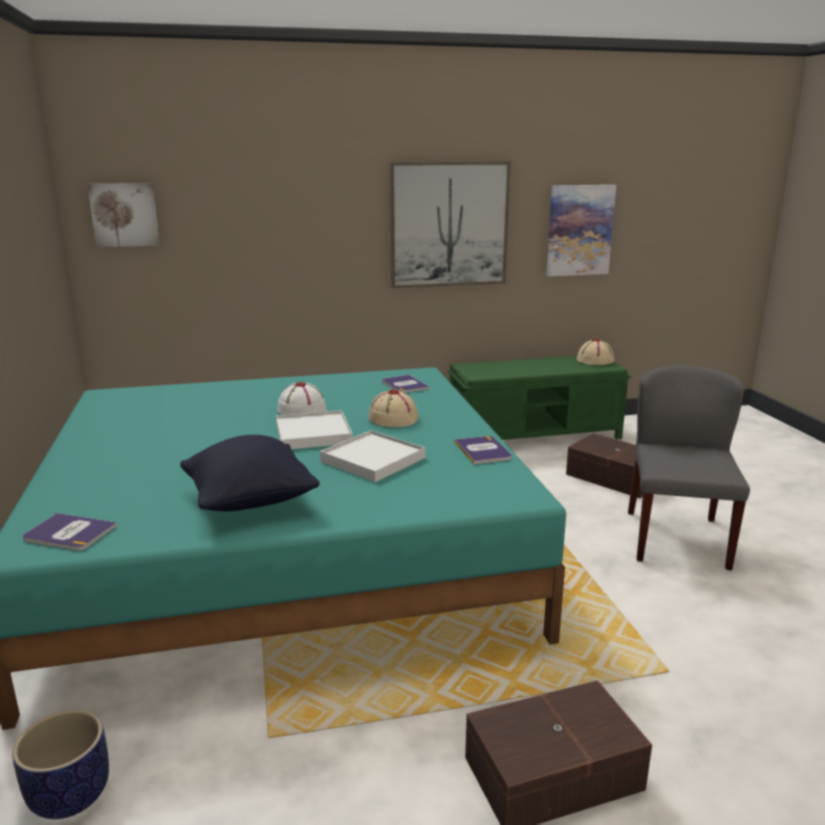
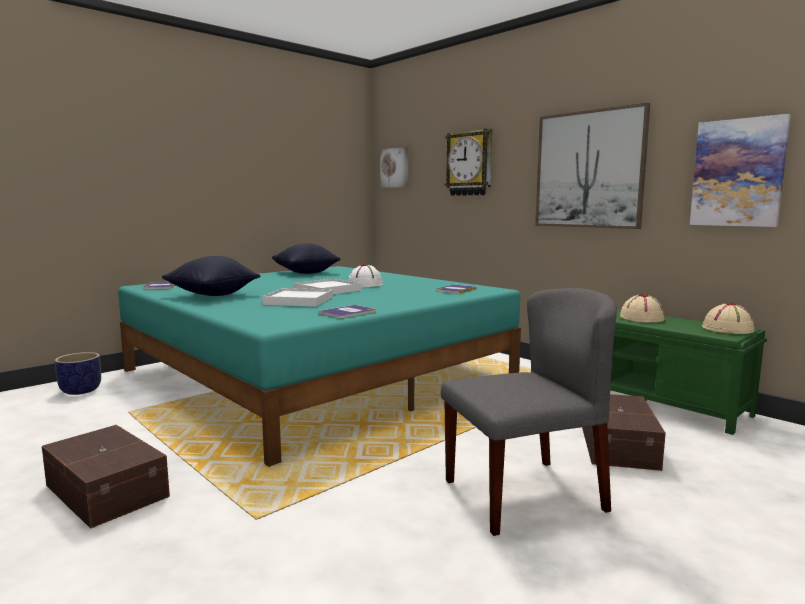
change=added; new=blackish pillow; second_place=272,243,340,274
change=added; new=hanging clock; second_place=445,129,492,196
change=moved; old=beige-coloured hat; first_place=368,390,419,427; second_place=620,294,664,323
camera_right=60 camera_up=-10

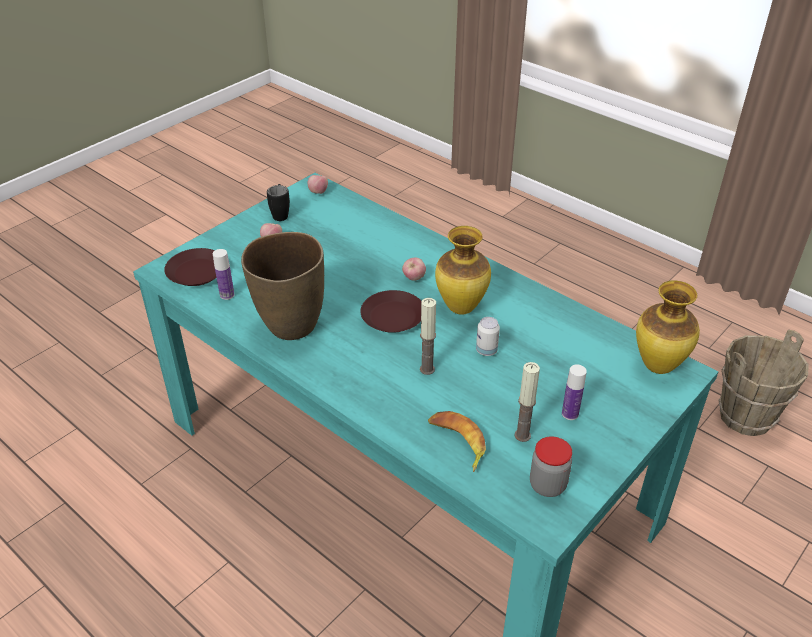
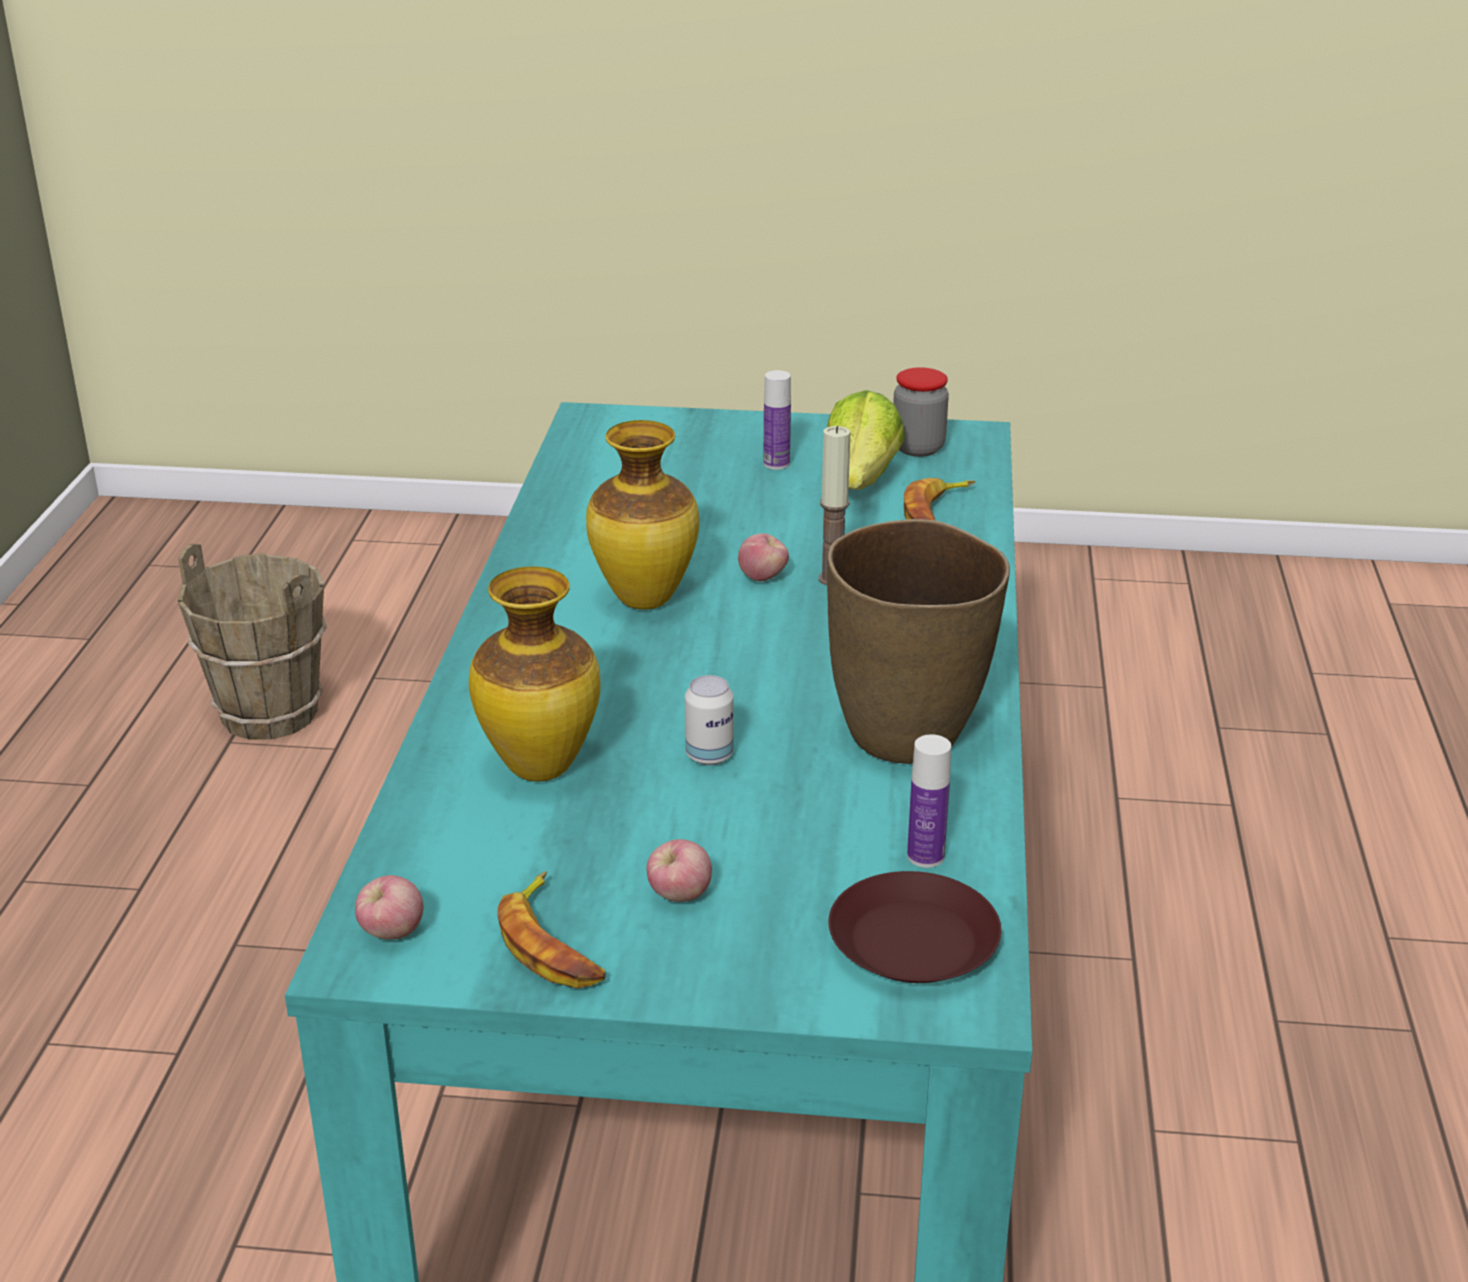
change=moved; old=vase; first_place=636,280,700,374; second_place=469,566,601,782
change=replaced; old=blackish mug; new=banana; first_place=267,184,290,221; second_place=497,871,606,988
change=moved; old=sealed can; first_place=476,317,500,356; second_place=685,675,734,765
change=moved; old=apple; first_place=402,258,426,281; second_place=738,533,789,581
change=replaced; old=candle; new=lettuce; first_place=514,362,540,442; second_place=827,390,905,490
change=removed; old=brown-coloured plate; first_place=360,290,422,333
camera_right=-125 camera_up=-10

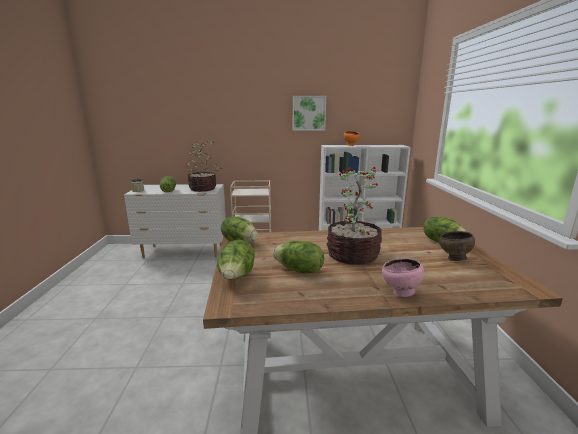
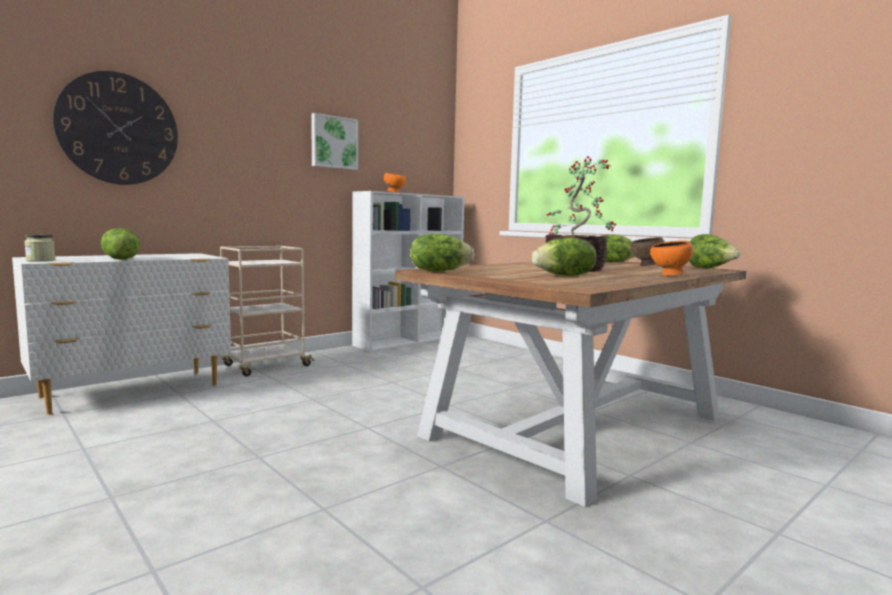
change=added; new=hanging clock; second_place=53,71,178,185
change=recoloured; old=pinkish serving bowl; new=orangey serving bowl; first_place=382,258,424,297; second_place=650,240,693,276
change=moved; old=lettuce; first_place=217,240,255,279; second_place=689,234,740,269
change=removed; old=houseplant; first_place=185,141,222,192
camera_right=-40 camera_up=-10

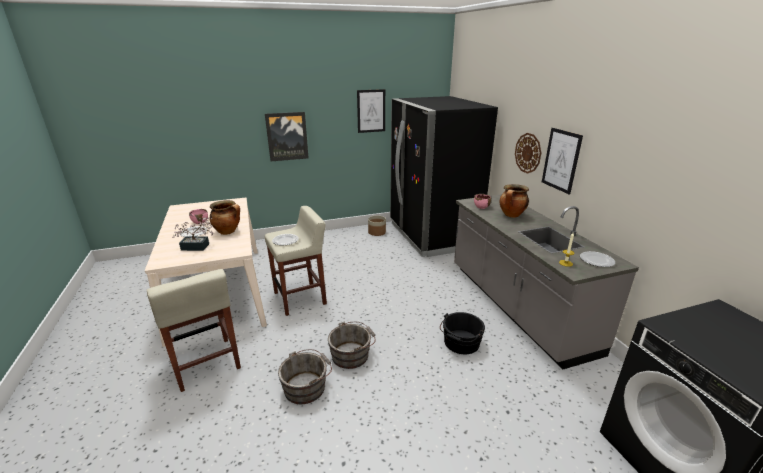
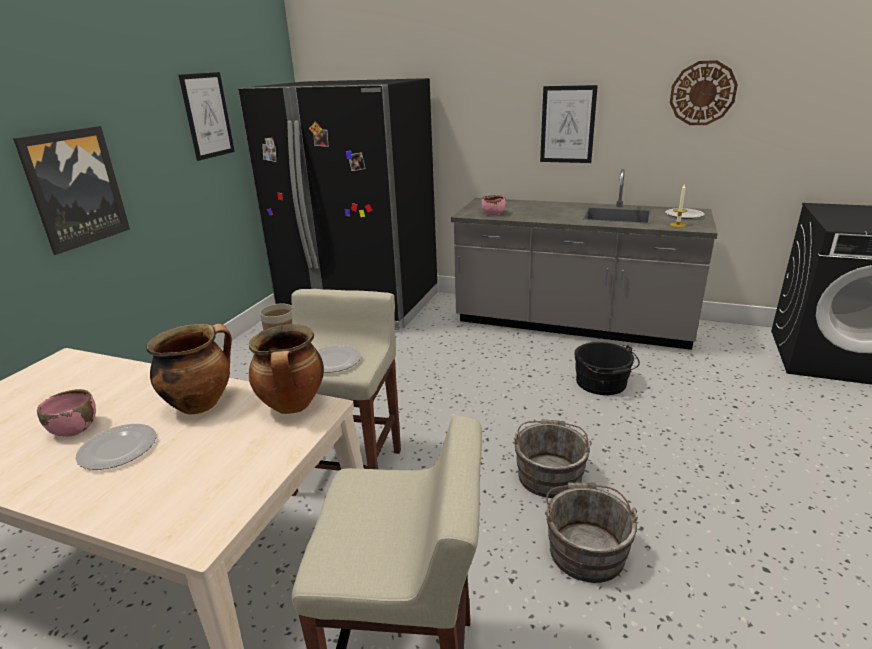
change=moved; old=cooking pot; first_place=499,184,529,218; second_place=249,324,324,414
change=moved; old=hanging clock; first_place=515,133,541,174; second_place=670,60,738,125
change=removed; old=houseplant; first_place=172,217,213,251
camera_right=-50 camera_up=0

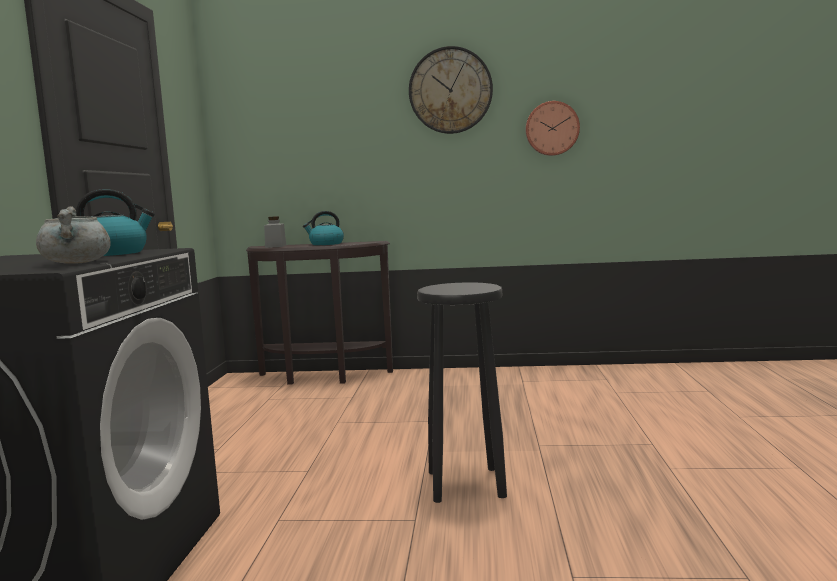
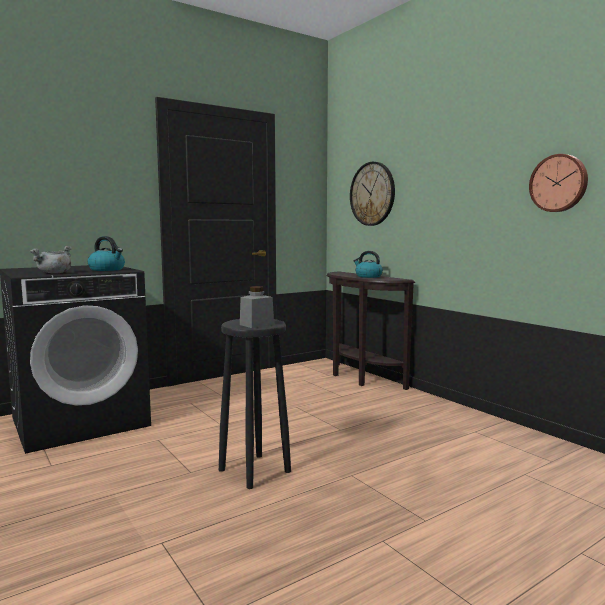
change=moved; old=grey storage jar; first_place=264,216,286,248; second_place=240,286,274,328
change=moved; old=hanging clock; first_place=409,46,493,134; second_place=350,162,395,226
camera_right=50 camera_up=0

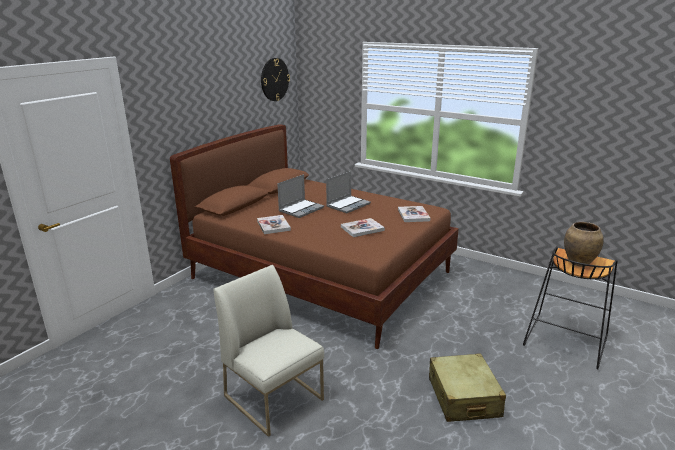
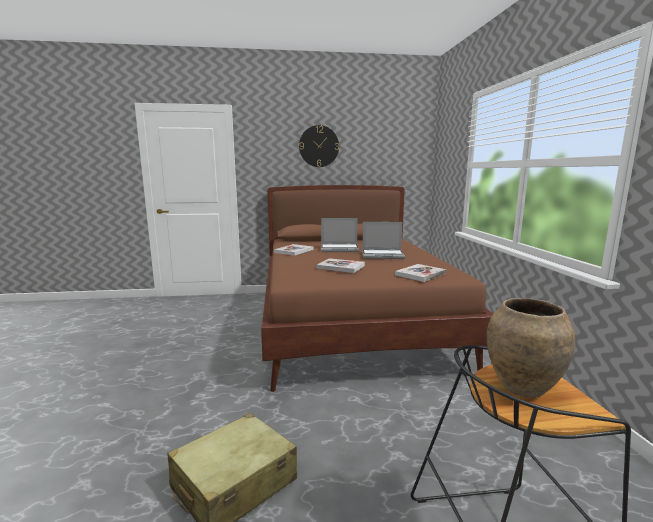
change=moved; old=hanging clock; first_place=261,58,290,101; second_place=299,125,339,167
change=removed; old=whitish plain chair; first_place=213,265,324,437
camera_right=50 camera_up=-10

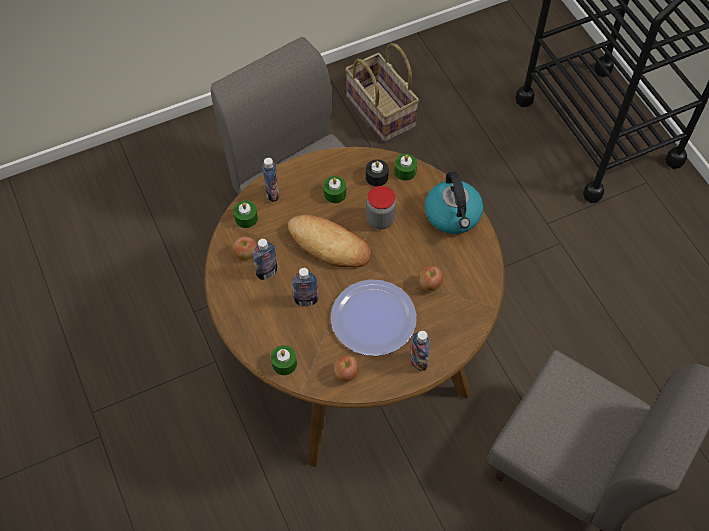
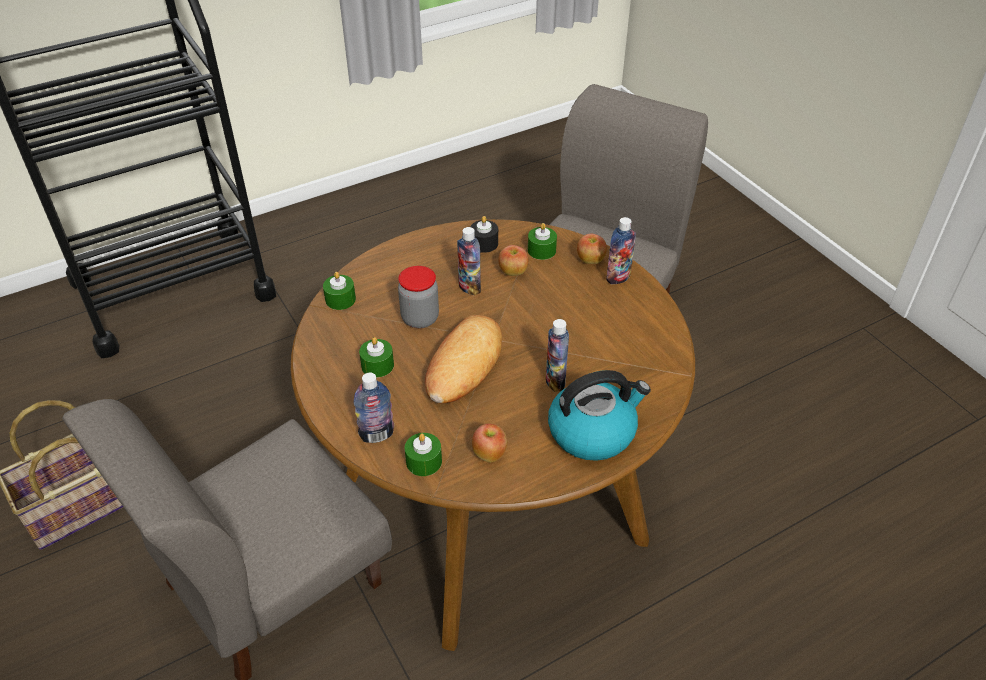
change=moved; old=beverage bottle; first_place=253,239,278,280; second_place=457,227,481,296
change=moved; old=blackish candle; first_place=366,159,388,186; second_place=470,216,498,253
change=moved; old=green-coloured candle; first_place=271,345,297,375; second_place=528,223,557,260
change=moved; old=tea kettle; first_place=425,171,483,234; second_place=548,370,651,461
change=moved; old=apple; first_place=335,355,359,382; second_place=577,234,607,264
change=removed; old=plate; first_place=331,280,417,356
camera_right=-95 camera_up=-15

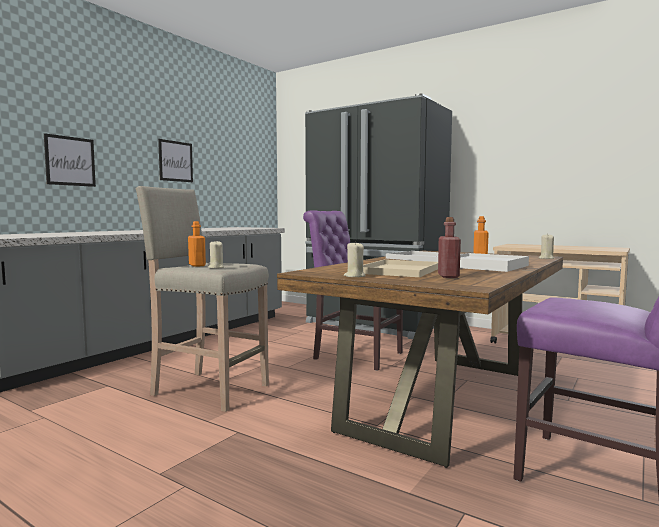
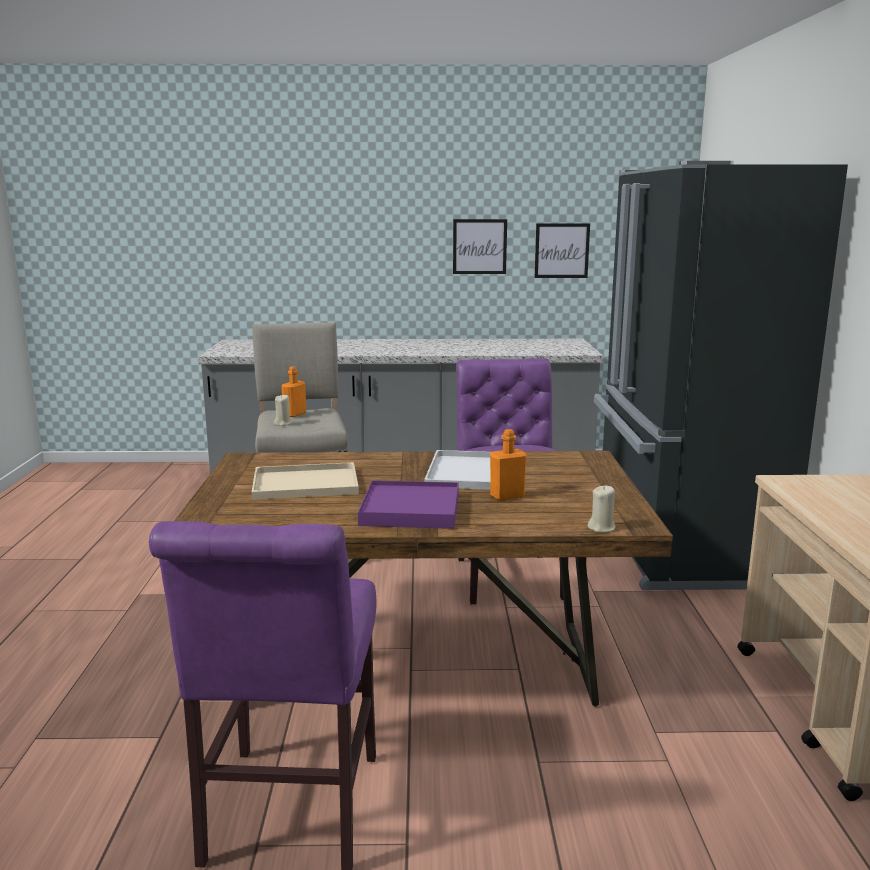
change=recoloured; old=whitish carrying tray; new=purple-coloured carrying tray; first_place=460,253,529,272; second_place=358,480,459,529
change=moved; old=wall art; first_place=44,133,96,187; second_place=535,223,590,278
change=removed; old=beige-coloured candle; first_place=344,241,366,277
change=removed; old=red beverage bottle; first_place=438,217,461,278
camera_right=55 camera_up=10

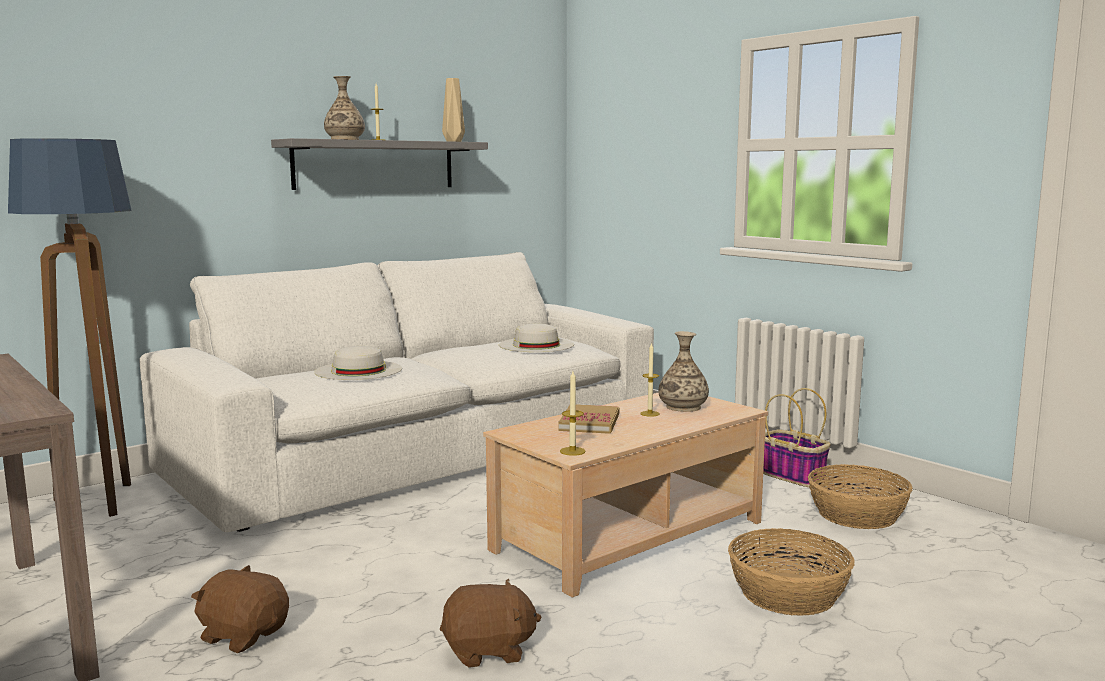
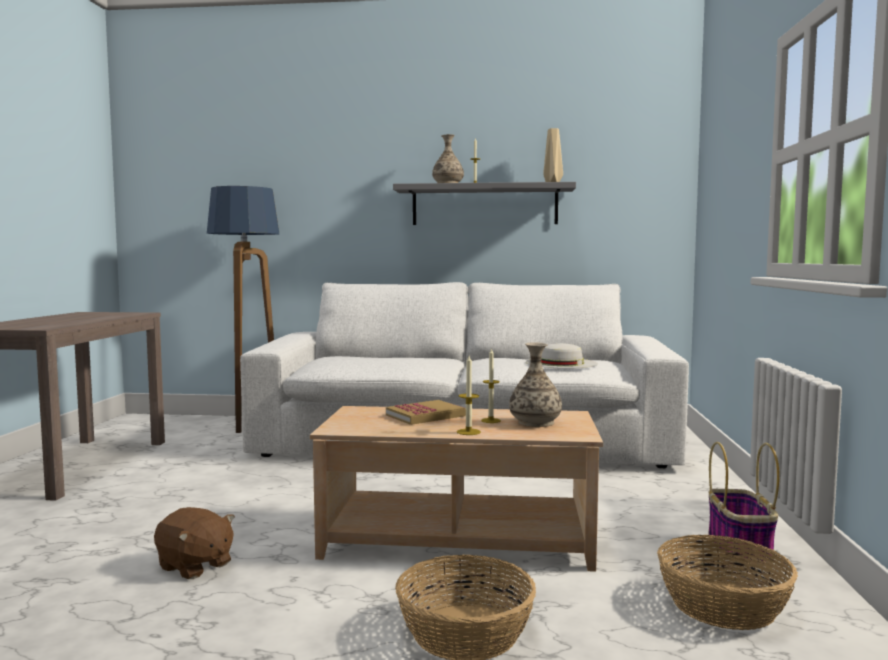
change=moved; old=candle; first_place=560,371,586,456; second_place=457,356,481,435
change=removed; old=brown-coloured plush toy; first_place=191,565,289,653
change=removed; old=whitish hat; first_place=314,346,402,380
camera_right=45 camera_up=-5

